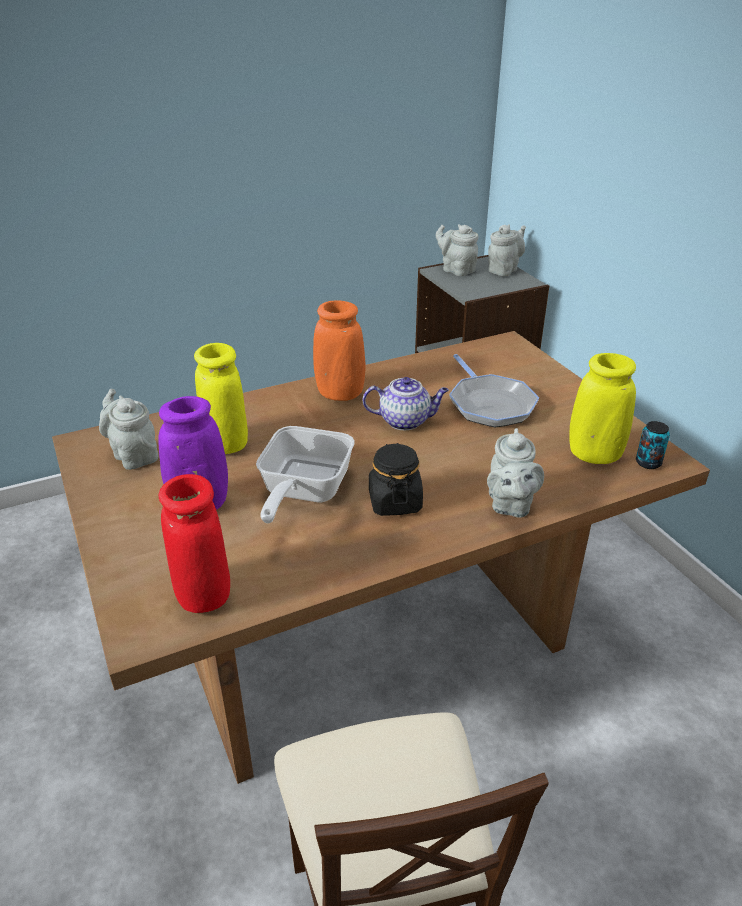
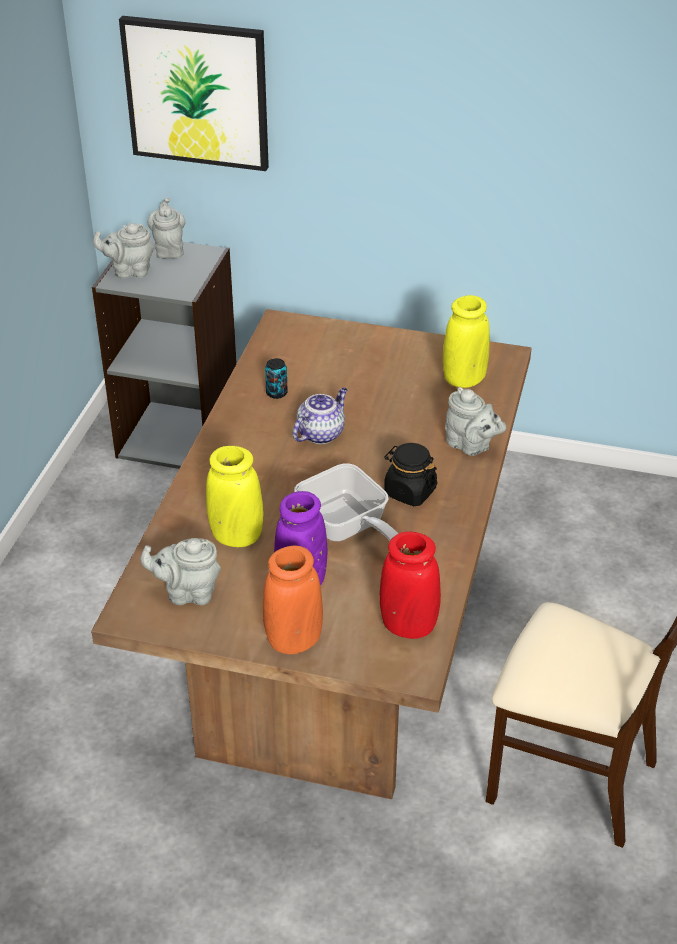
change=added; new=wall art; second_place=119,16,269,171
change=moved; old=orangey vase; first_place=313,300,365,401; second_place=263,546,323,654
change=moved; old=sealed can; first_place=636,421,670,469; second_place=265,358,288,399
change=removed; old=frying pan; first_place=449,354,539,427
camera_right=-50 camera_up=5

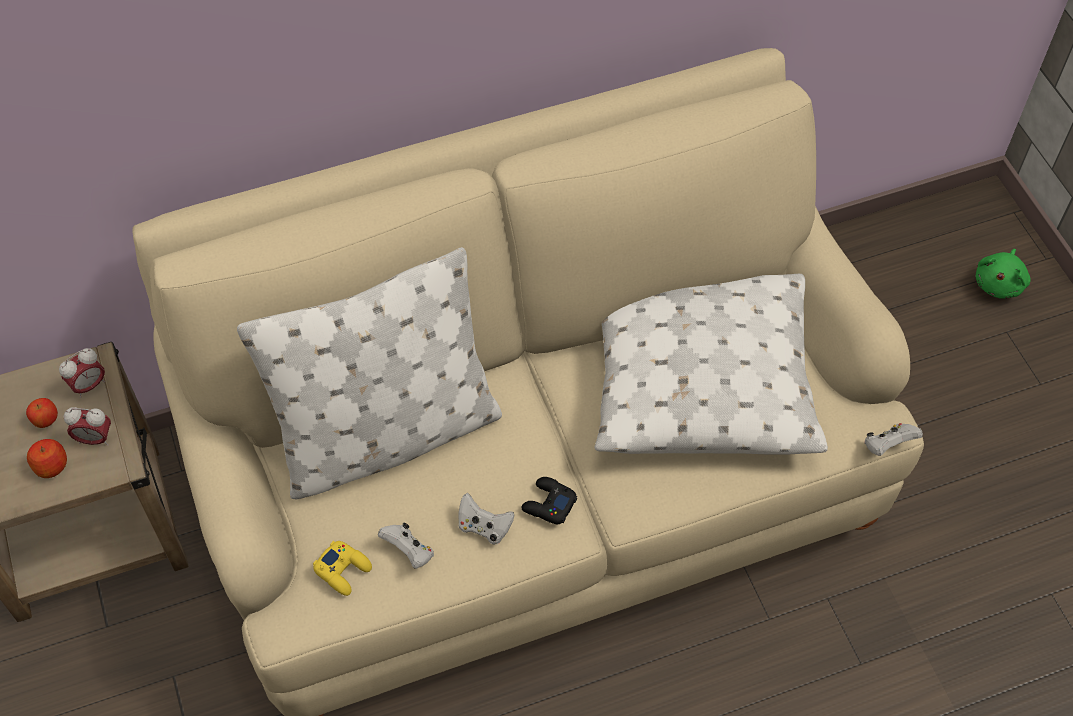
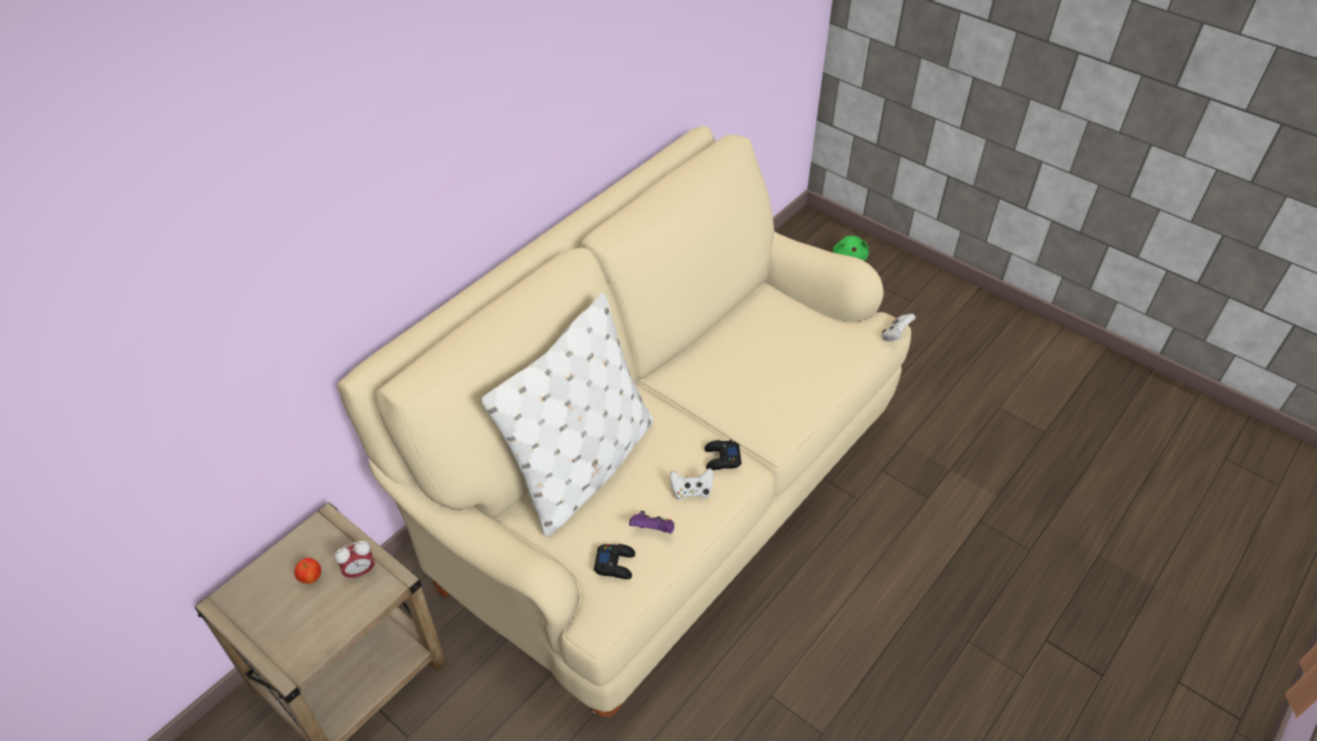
change=recoloured; old=yellow-coloured gamepad; new=blackish gamepad; first_place=313,541,372,596; second_place=594,544,635,579
change=recoloured; old=whitish gamepad; new=purple-coloured gamepad; first_place=378,523,434,569; second_place=629,511,674,533
change=removed; old=apple; first_place=27,439,67,478
change=removed; old=alarm clock; first_place=59,348,105,398
change=removed; old=whitish pillow; first_place=594,274,828,455
camera_right=-30 camera_up=-10

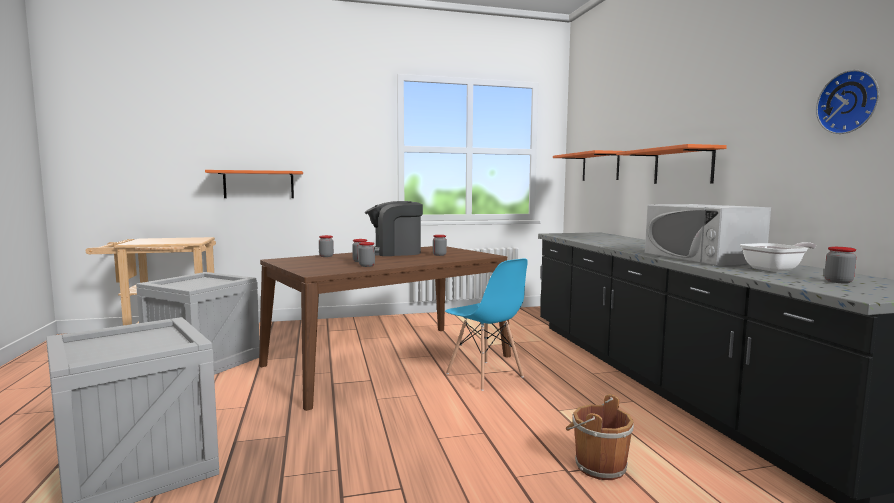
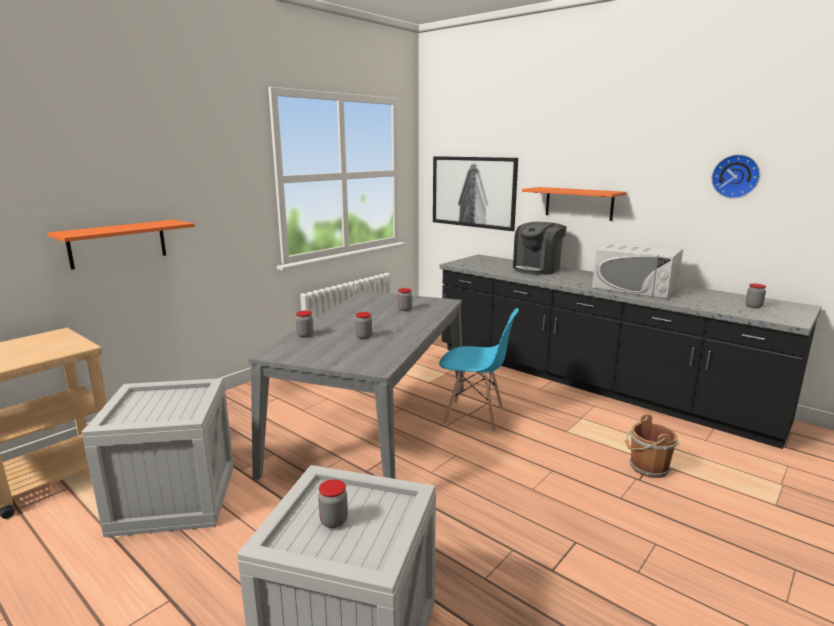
change=recoloured; old=brown-coloured dining table; new=grey dining table; first_place=259,246,511,411; second_place=248,291,464,480
change=moved; old=storage jar; first_place=358,242,375,267; second_place=318,479,348,528
change=replaced; old=orangey wall shelf; new=wall art; first_place=553,150,622,181; second_place=433,156,518,231
change=moved; old=coffee brewer; first_place=365,201,423,256; second_place=513,222,567,275
change=removed; old=frying pan; first_place=740,242,816,272
camera_right=-35 camera_up=10

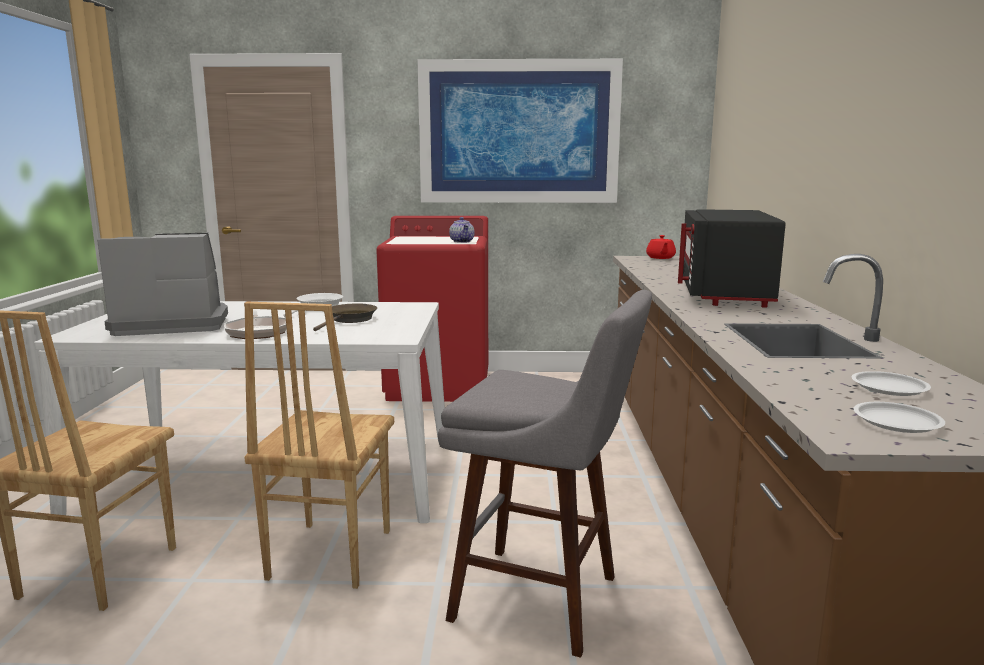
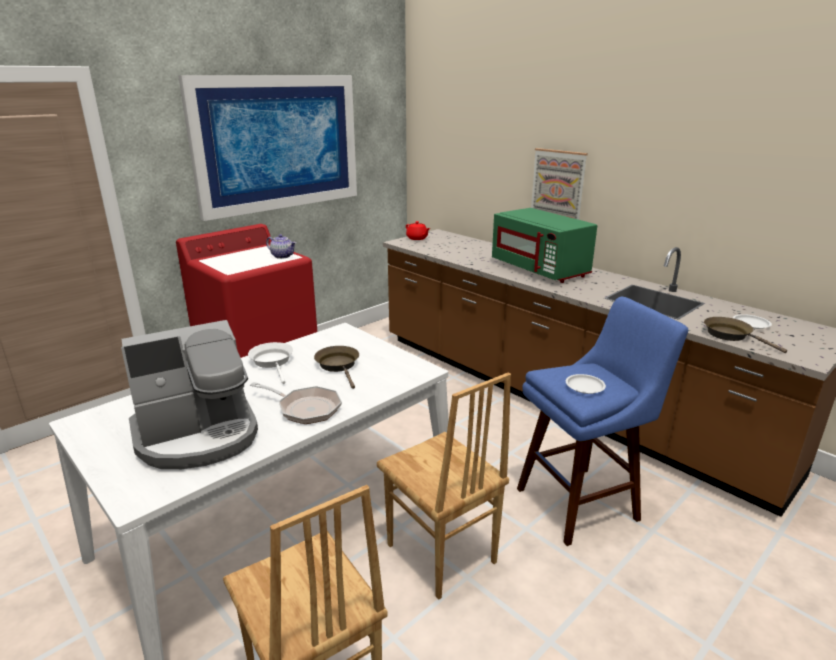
change=turned; old=coffee brewer; first_place=97,233,228,336; second_place=121,320,258,469; degrees=-150
change=recoloured; old=blackish microwave oven; new=green-coloured microwave oven; first_place=678,209,786,308; second_place=492,208,597,283
change=recoloured; old=grey sitting stool; new=bluish sitting stool; first_place=438,290,652,658; second_place=517,297,688,546
change=added; new=wall art; second_place=531,148,588,220
change=moved; old=whitish plate; first_place=853,402,945,433; second_place=566,374,606,394
change=added; new=brown-coloured frying pan; second_place=704,317,787,353
camera_right=-45 camera_up=10

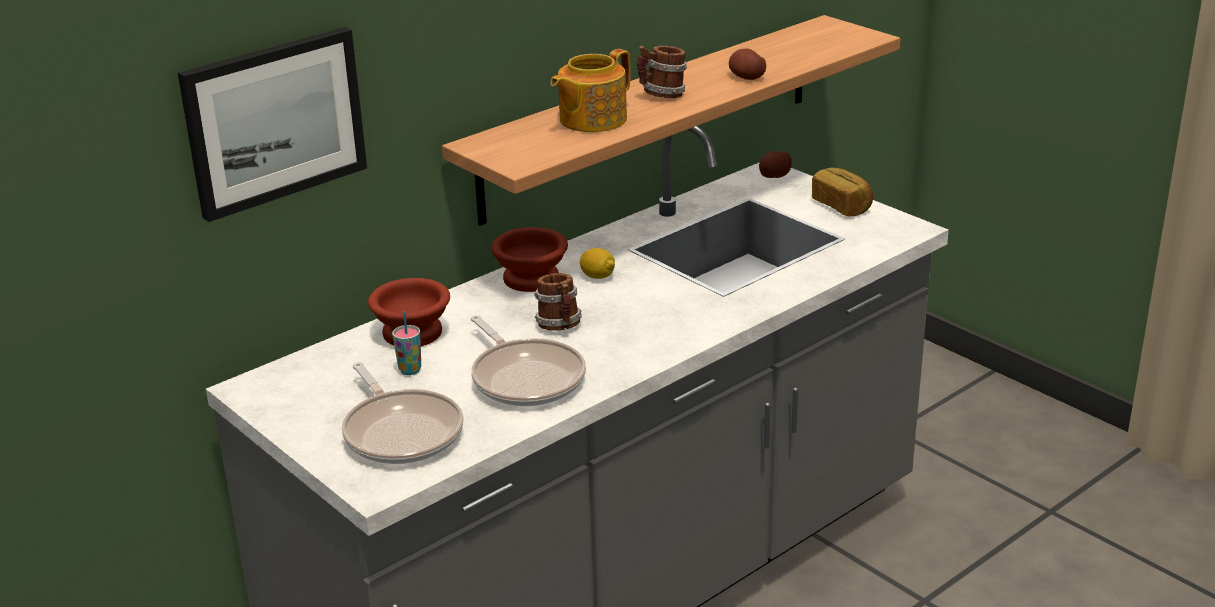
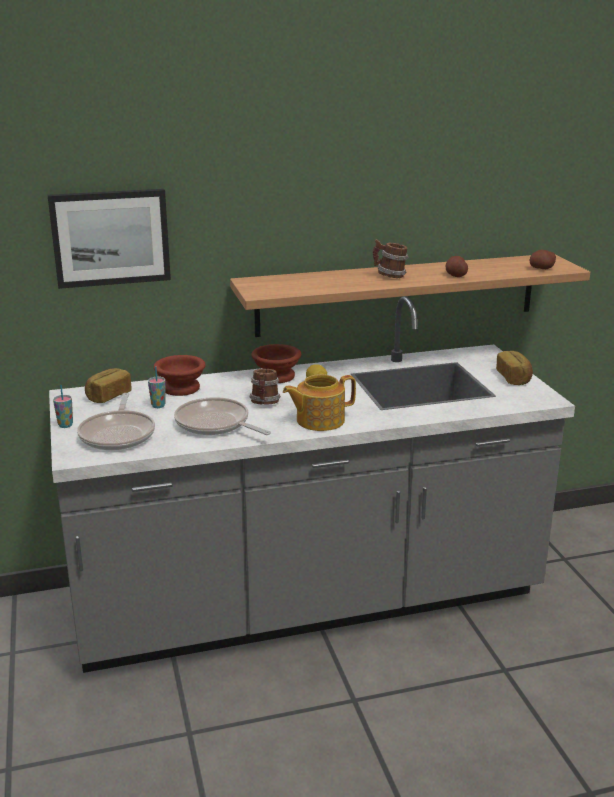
change=added; new=drinking cup; second_place=53,384,73,428
change=added; new=bread; second_place=85,368,132,403
change=turned; old=frying pan; first_place=471,315,586,407; second_place=174,397,271,435; degrees=135
change=moved; old=pot for tea; first_place=551,49,630,132; second_place=283,374,356,431
change=moved; old=potato; first_place=759,151,792,178; second_place=530,250,556,269
camera_right=25 camera_up=-5

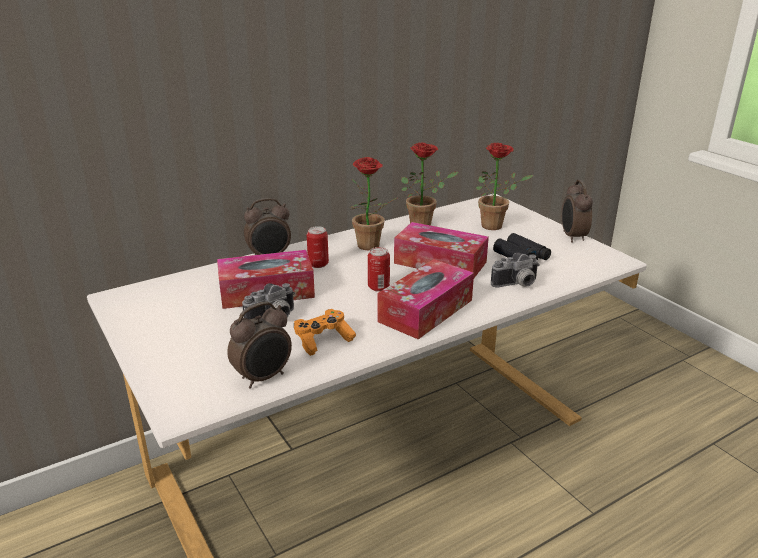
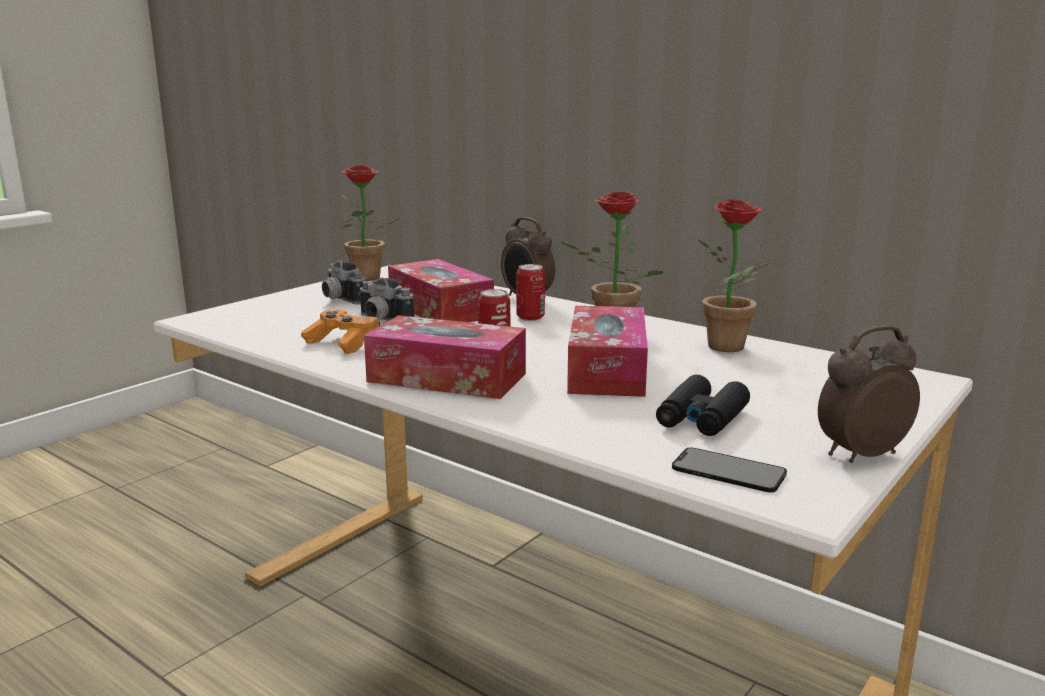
change=moved; old=still camera; first_place=491,252,539,287; second_place=322,260,366,305
change=moved; old=houseplant; first_place=476,143,534,230; second_place=341,165,398,281
change=added; new=handset; second_place=672,448,787,493
change=removed; old=alarm clock; first_place=227,302,292,388
camera_right=70 camera_up=-10

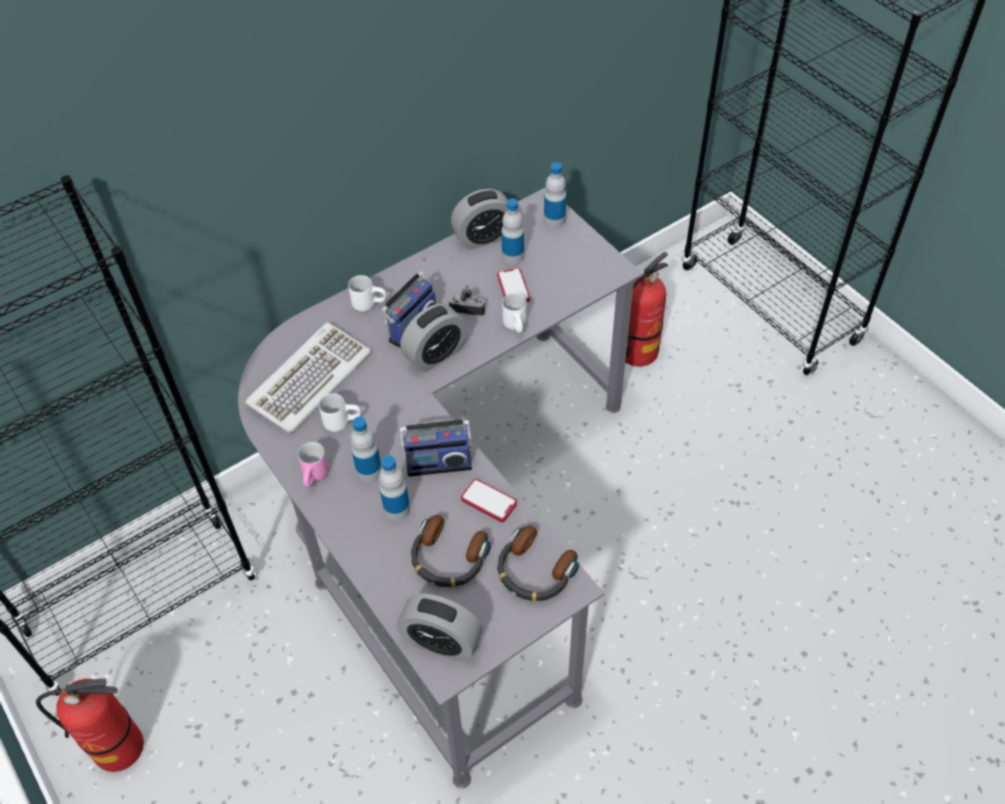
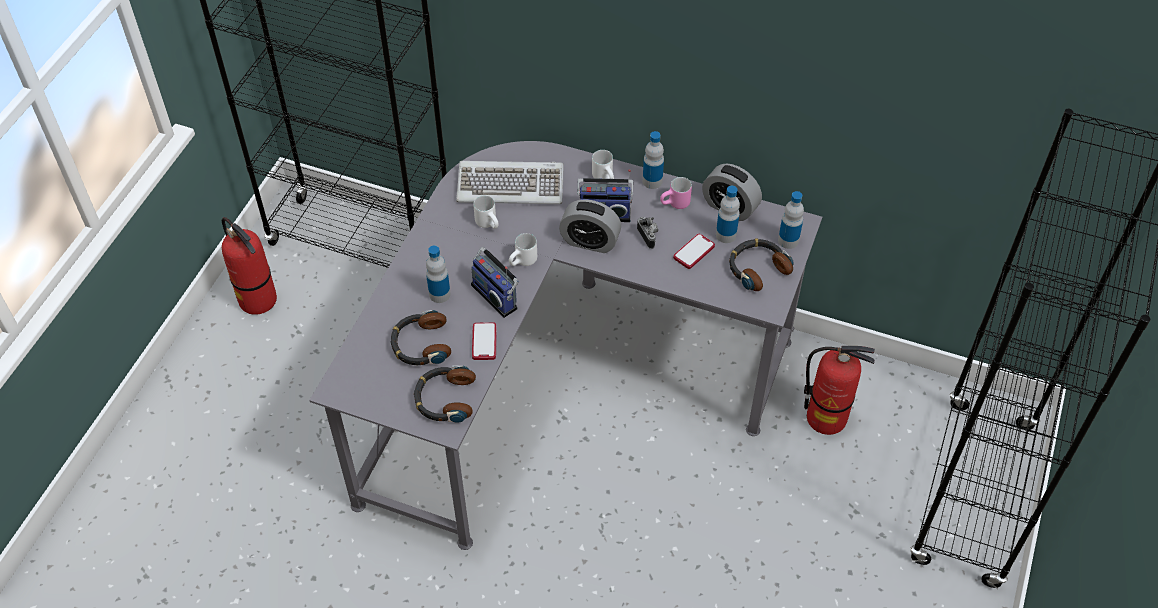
change=moved; old=whitish mug; first_place=502,293,527,333; second_place=509,233,537,266
change=moved; old=beverage bottle; first_place=351,416,382,482; second_place=643,131,664,189
change=moved; old=pinkish mug; first_place=298,442,329,487; second_place=660,177,692,209
change=added; new=headset; second_place=729,239,793,291
change=removed; old=alarm clock; first_place=397,593,482,662
camera_right=55 camera_up=0

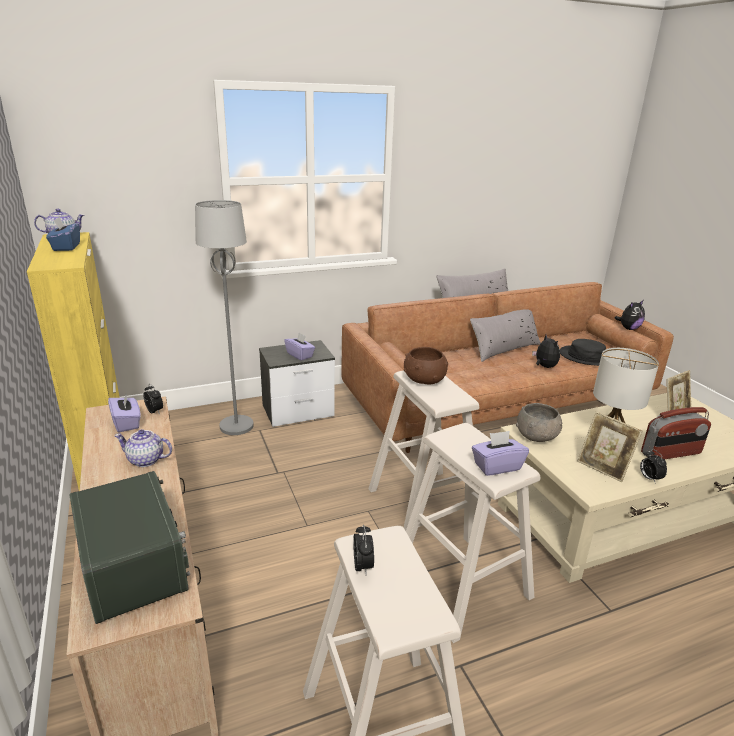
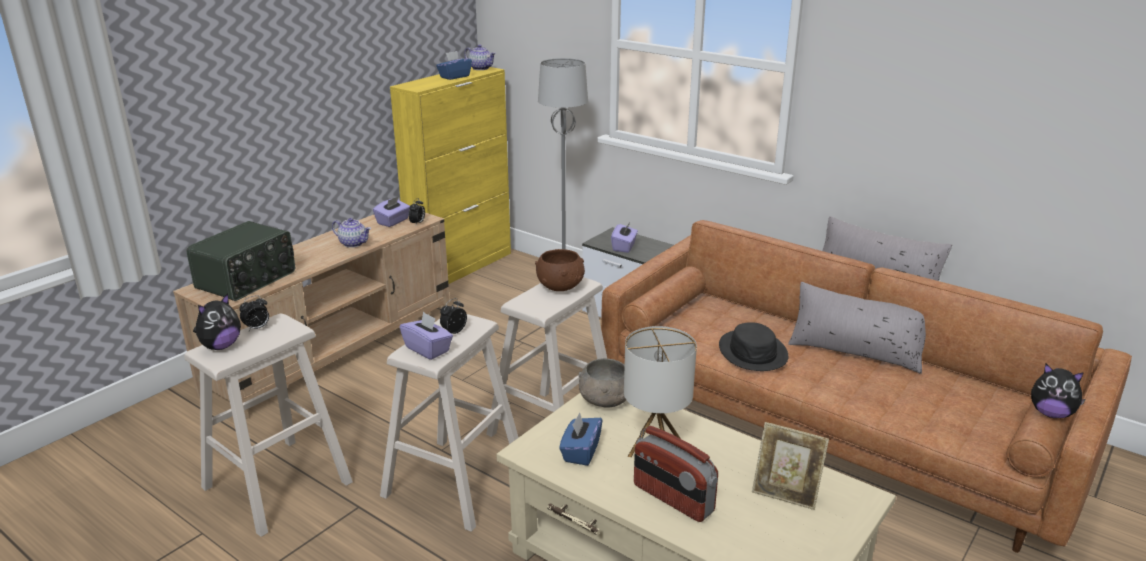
change=moved; old=plush toy; first_place=532,335,560,368; second_place=193,293,240,350
change=turned; old=pot for tea; first_place=114,429,172,467; second_place=332,218,371,248; degrees=135
change=moved; old=alarm clock; first_place=640,449,667,482; second_place=440,298,467,334
change=replaced; old=standing frame; new=bluish tissue holder; first_place=577,411,643,482; second_place=559,412,603,466
change=moved; old=blackish hat; first_place=560,339,606,366; second_place=719,322,788,371
camera_right=60 camera_up=0

